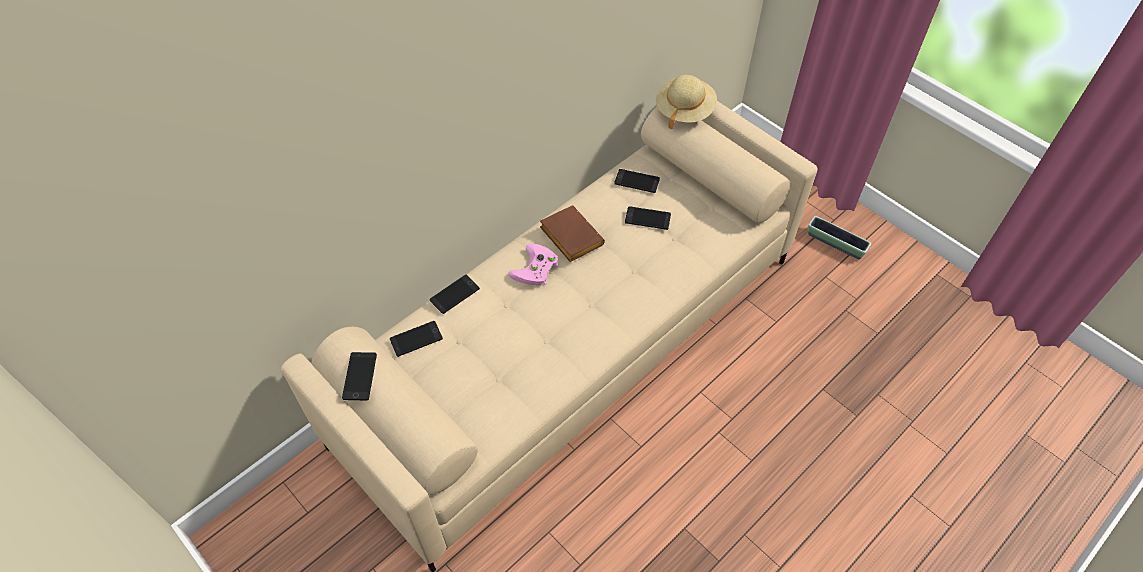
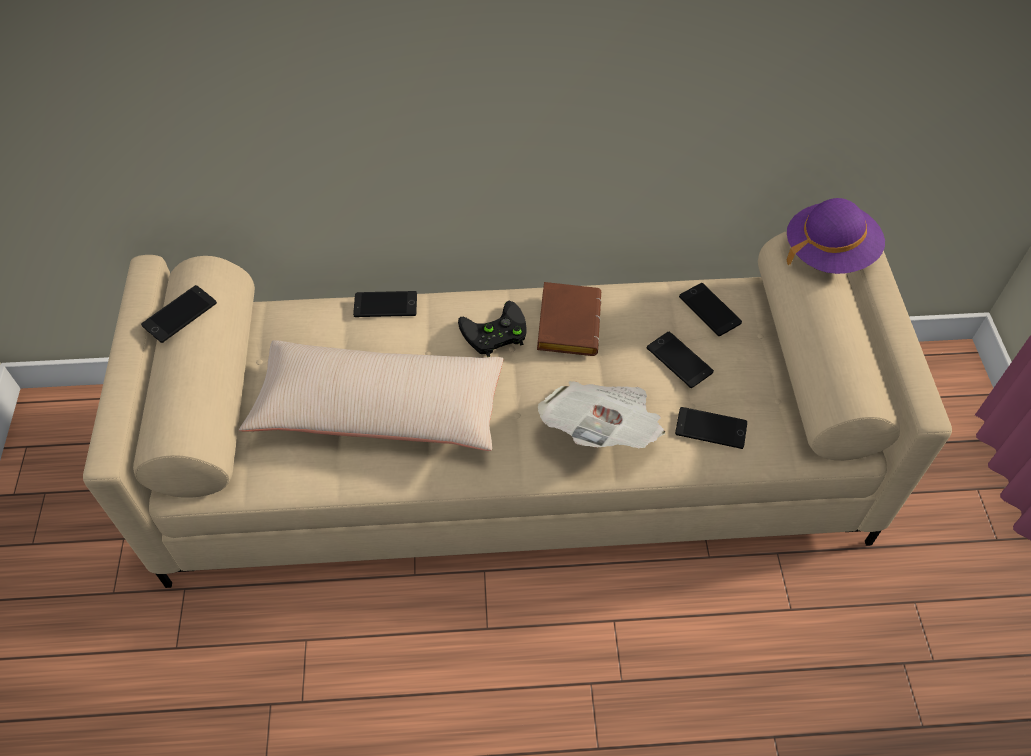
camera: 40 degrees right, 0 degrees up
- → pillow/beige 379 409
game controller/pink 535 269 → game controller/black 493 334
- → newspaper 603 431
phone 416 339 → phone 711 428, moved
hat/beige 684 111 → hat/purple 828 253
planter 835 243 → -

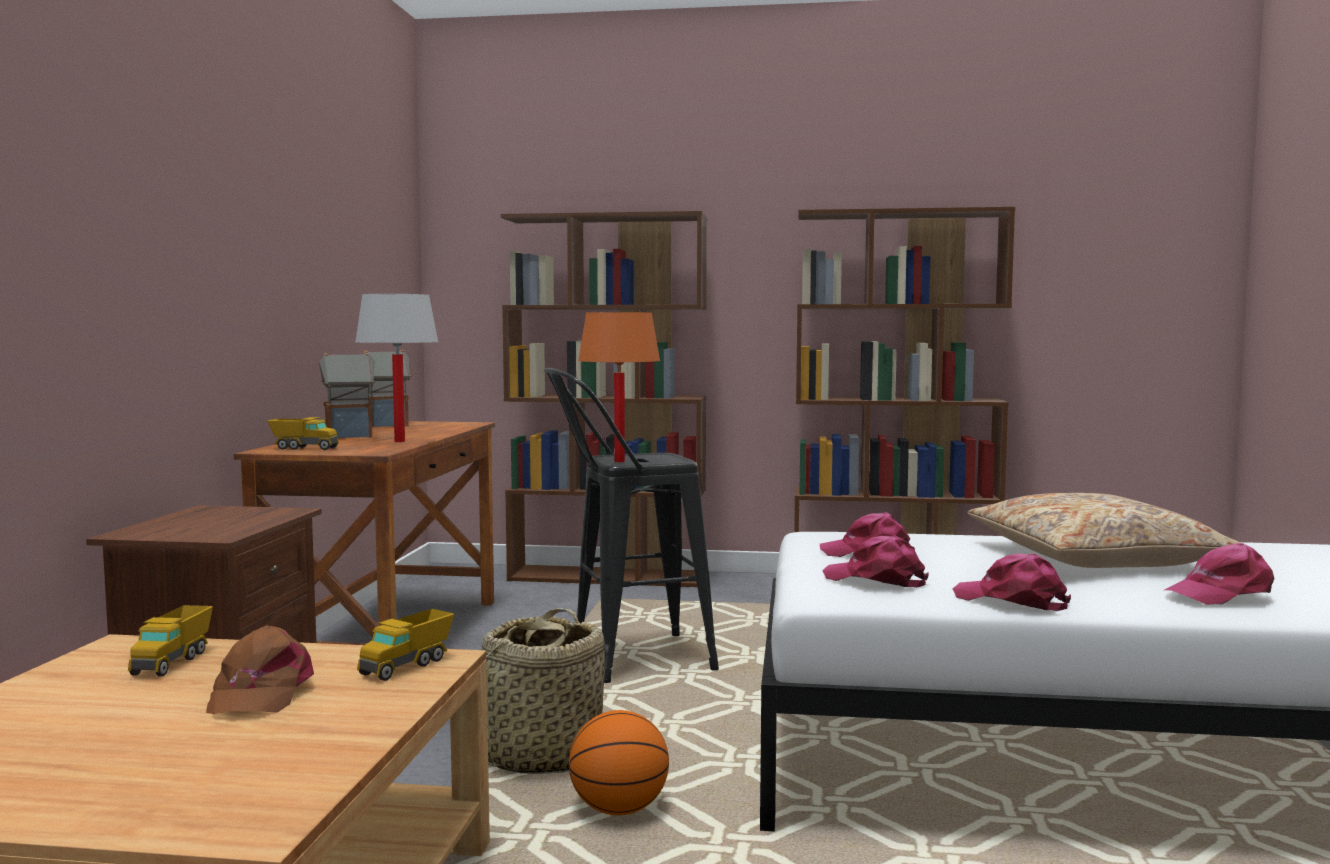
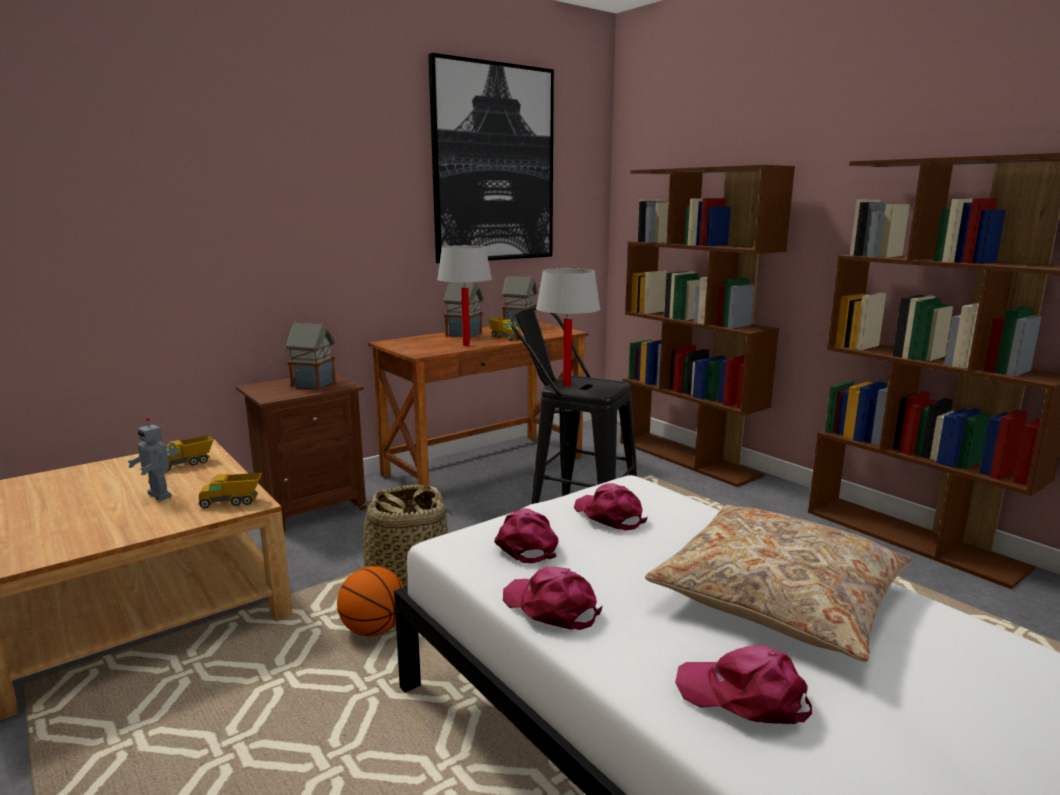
camera: 45 degrees right, 10 degrees up
cap/brown 260 693 → toy robot 161 495
- → toy house 314 384
- → picture 494 164
toy truck 303 448 → toy truck 504 337, moved
cap/pink 1012 601 → cap/pink 551 607, 45 degrees counterclockwise
table lamp/orange 619 461 → table lamp/white 566 385

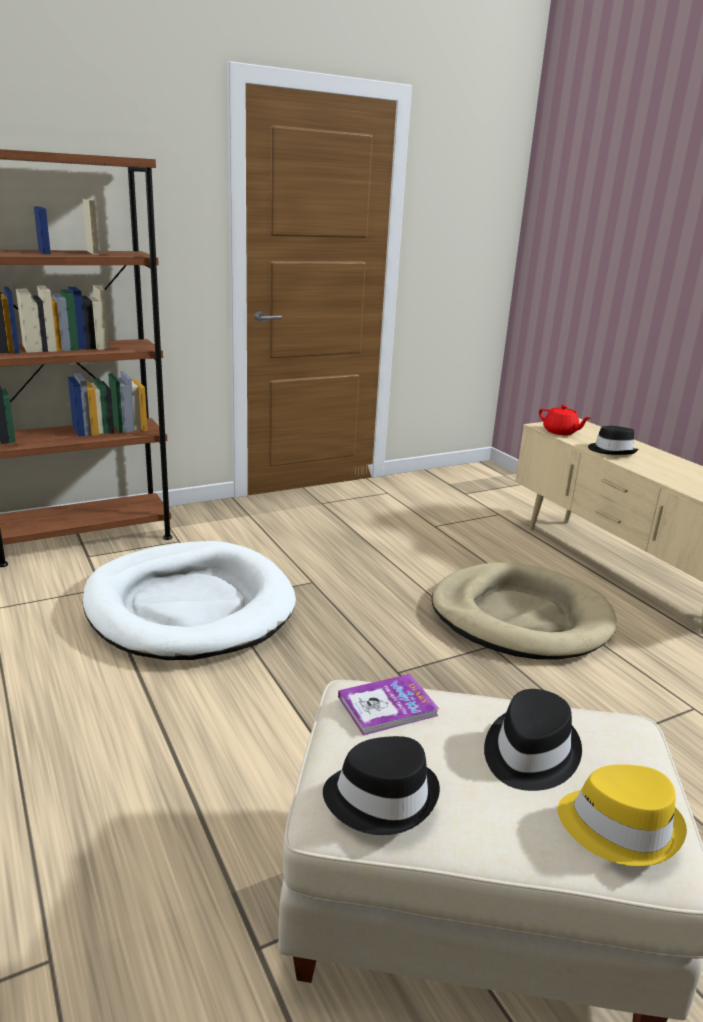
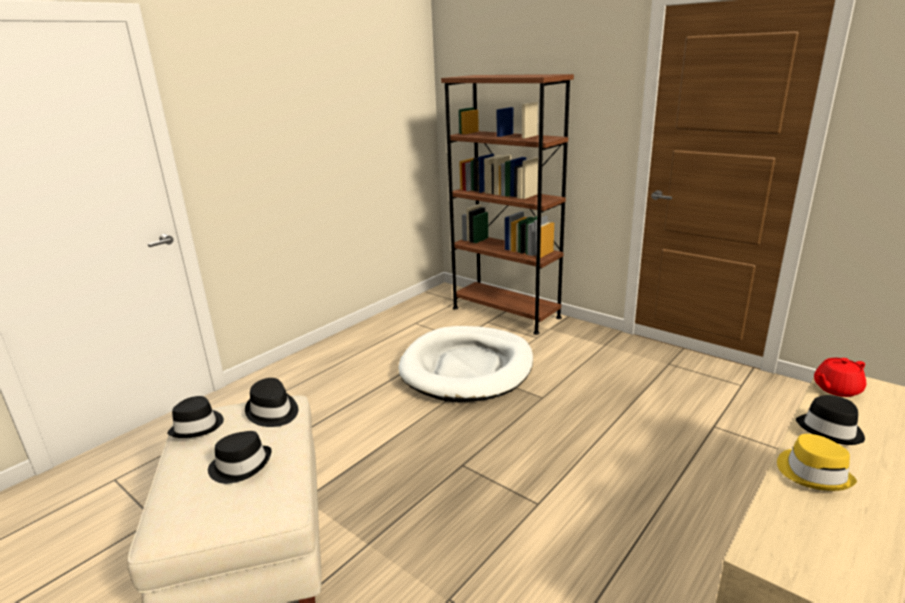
camera: 70 degrees right, 0 degrees up
book 387 706 → hat/black 272 411
hat/yellow 619 826 → hat/yellow 813 473, moved
teapot/red 560 432 → teapot/red 836 389, 45 degrees clockwise
dog bed/beige 520 617 → -

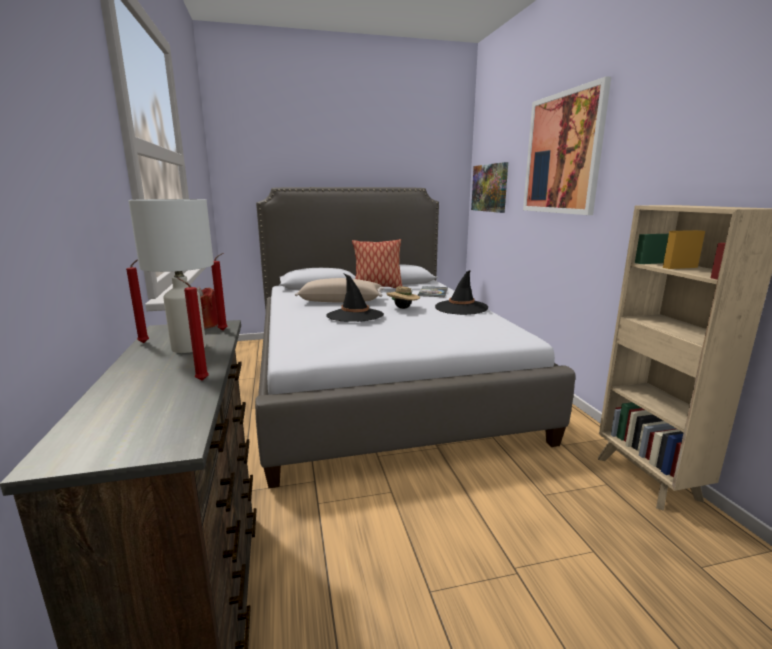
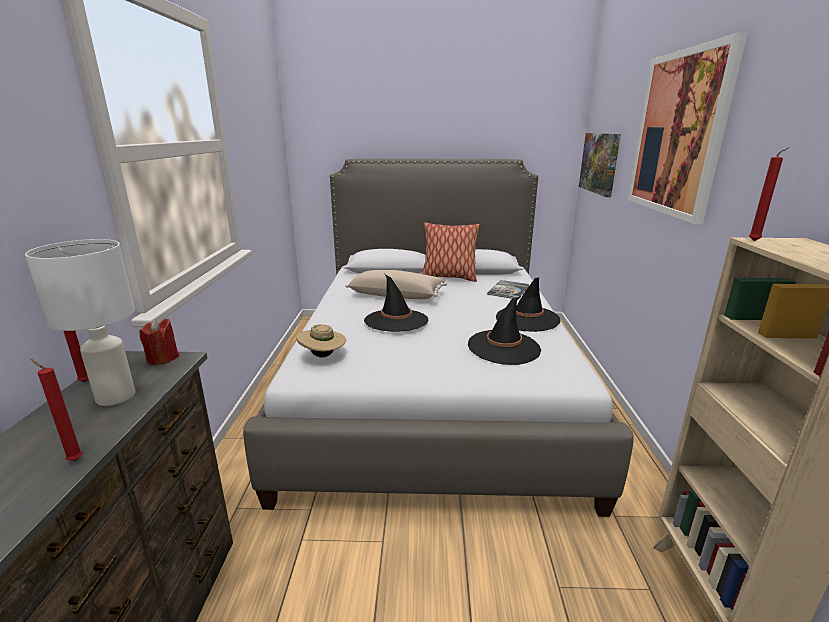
camera: 15 degrees right, 5 degrees up
hat/beige 403 308 → hat/beige 323 356, moved
- → hat/black 503 347
candle/red 224 330 → candle/red 755 241, moved

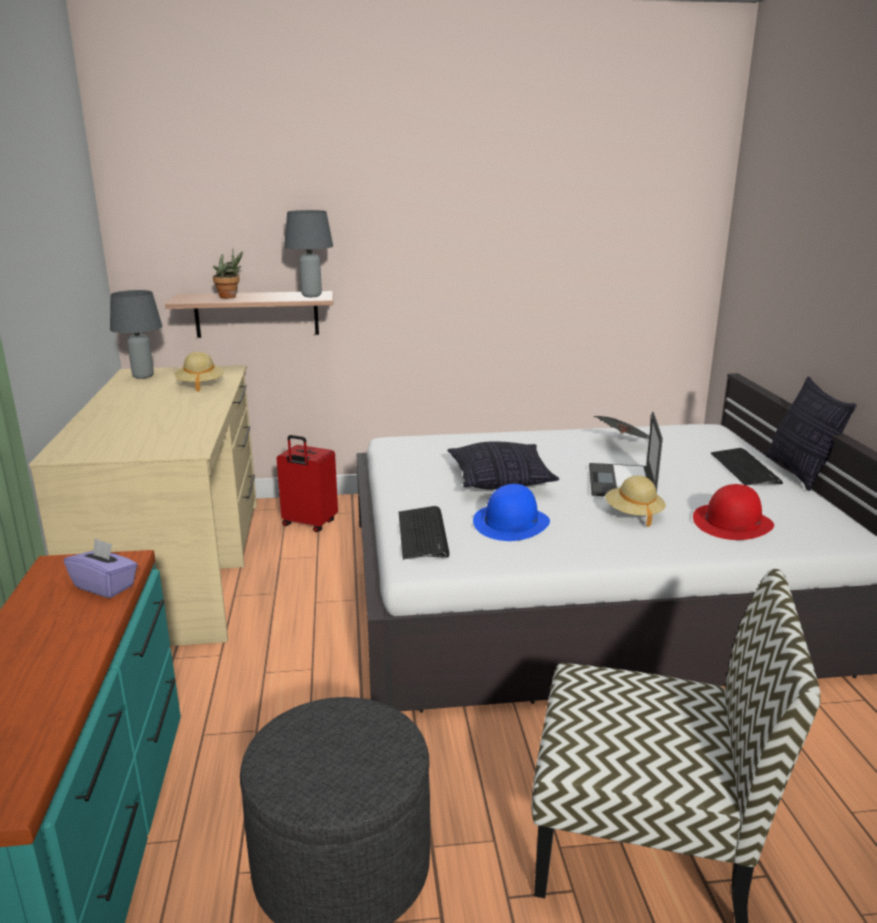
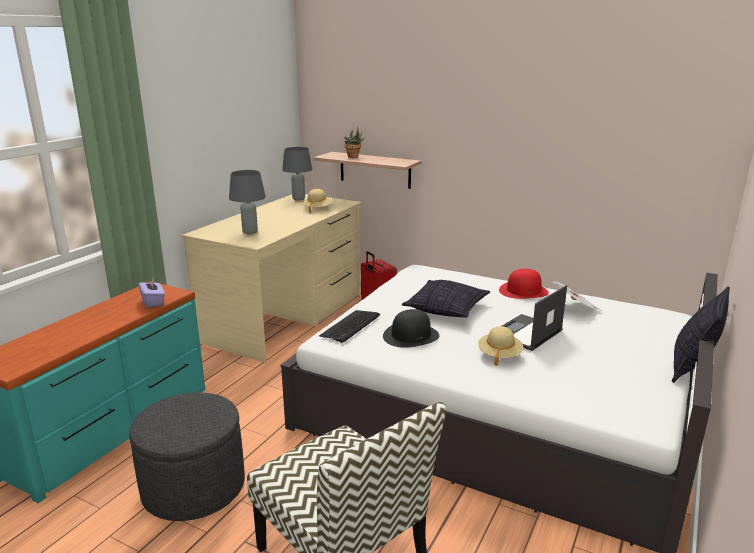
camera: 35 degrees right, 0 degrees up
table lamp/grey 311 296 → table lamp/grey 250 232, moved
hat/blue 511 522 → hat/black 411 335
hat/red 732 522 → hat/red 523 291, moved
keyboard 745 468 → -

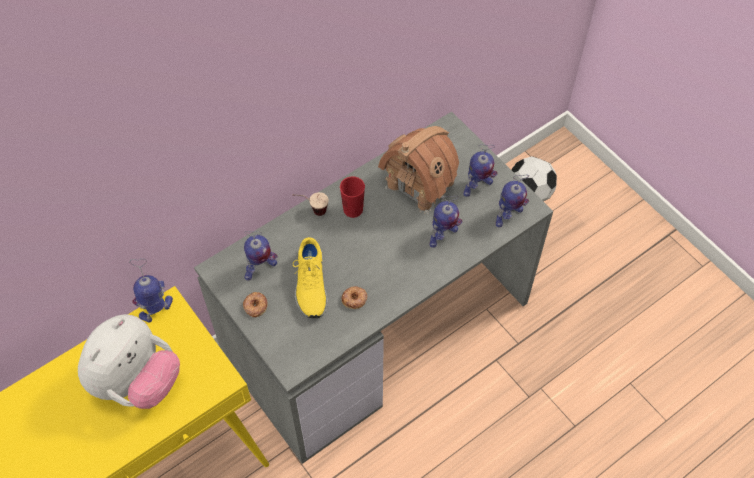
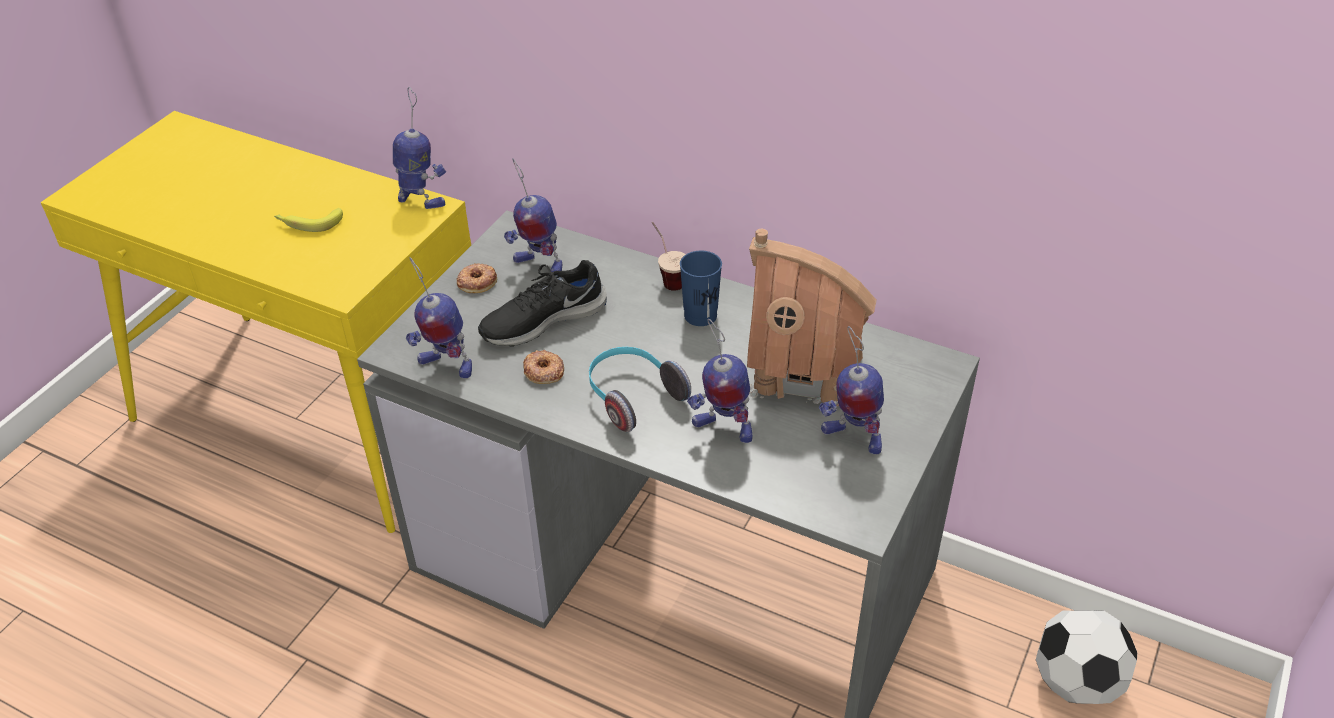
camera: 65 degrees right, 15 degrees down
plush toy 137 381 → banana 309 223
toy robot 508 216 → toy robot 445 365, moved
shoe/yellow 310 284 → shoe/black 542 319
- → headphones 632 396
cup/red 353 209 → cup/blue 700 315

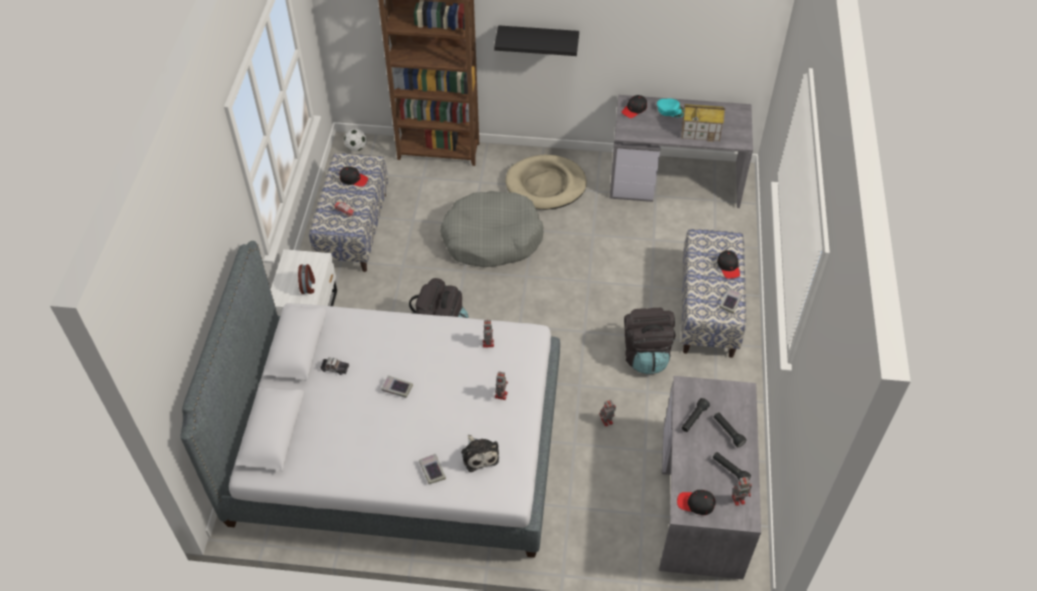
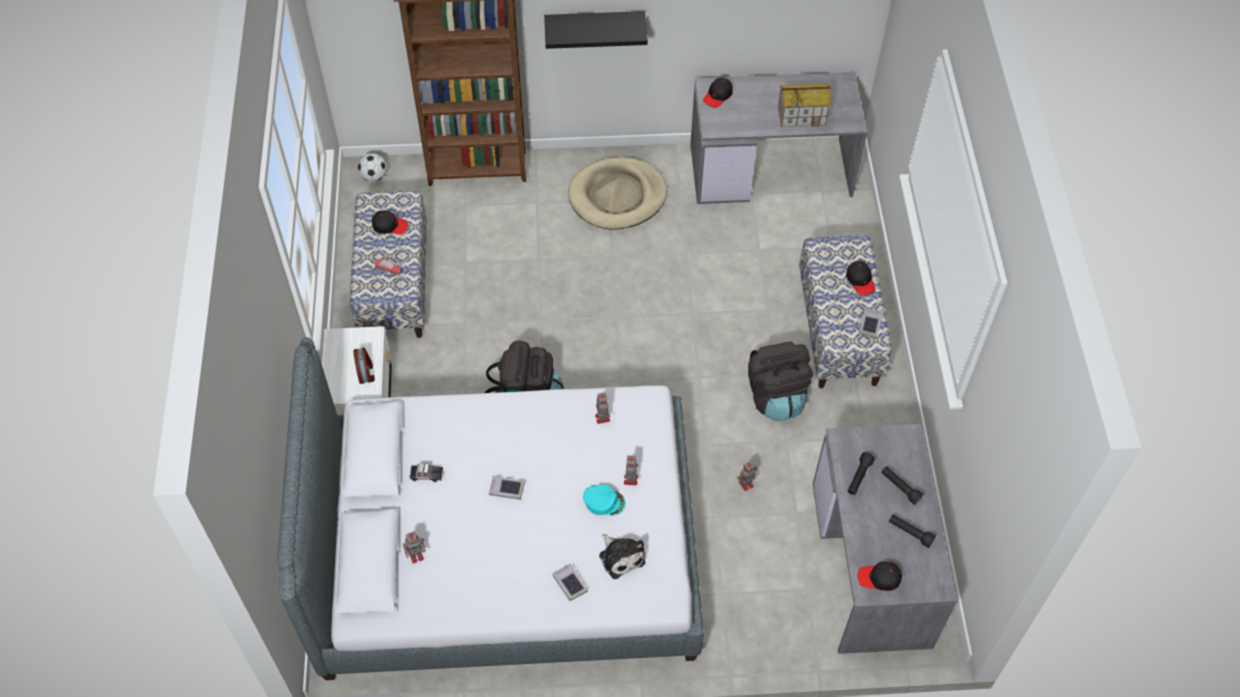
camera: 10 degrees left, 5 degrees up
toy robot 739 499 → toy robot 417 555, moved
cap/turquoise 670 110 → cap/turquoise 604 502, moved
dog bed/grey 491 238 → -

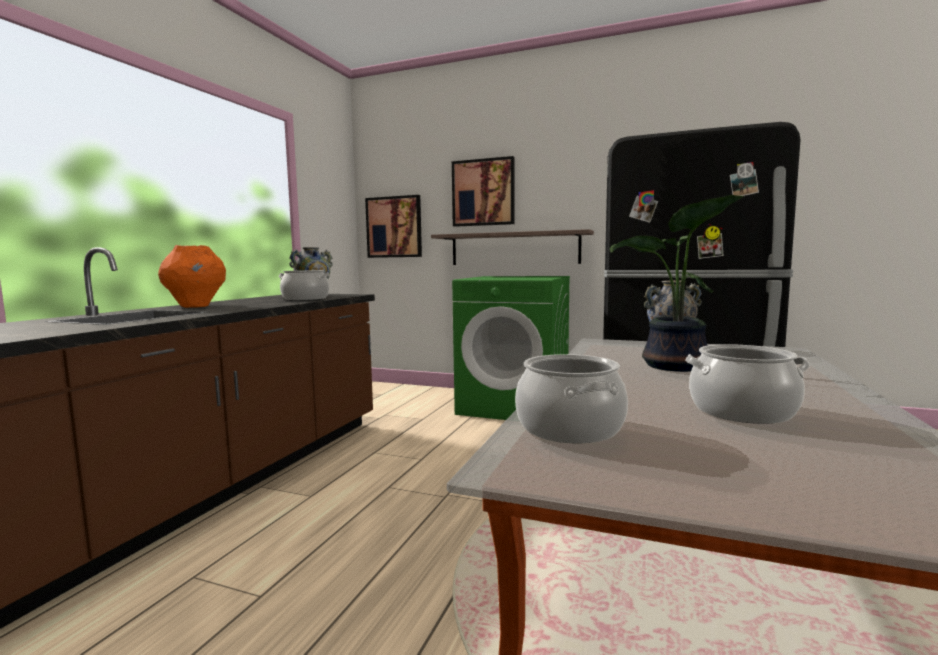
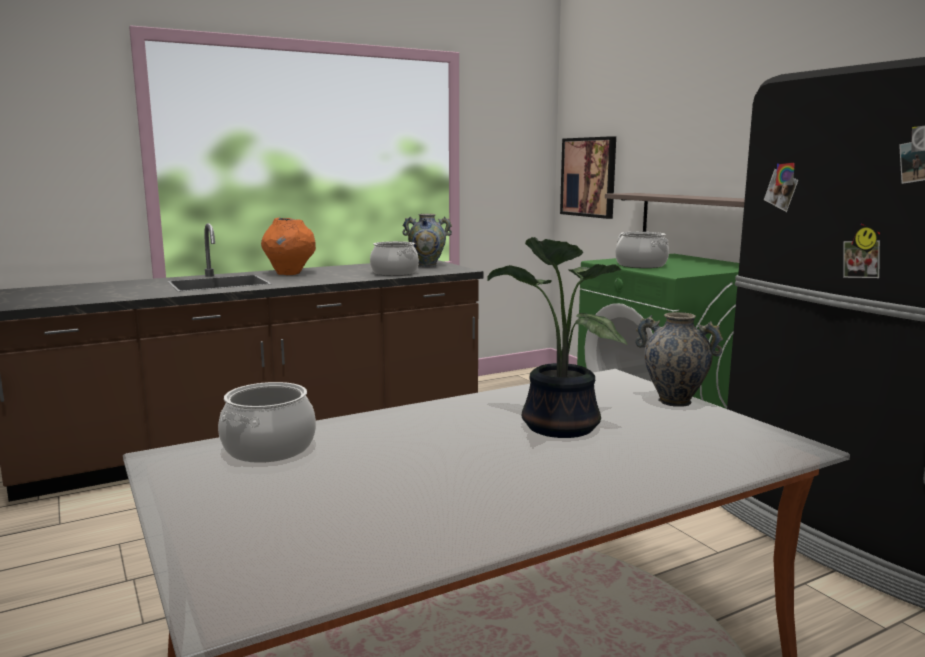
camera: 40 degrees right, 5 degrees up
cooking pot 742 411 → cooking pot 641 265, moved
picture 483 192 → -

